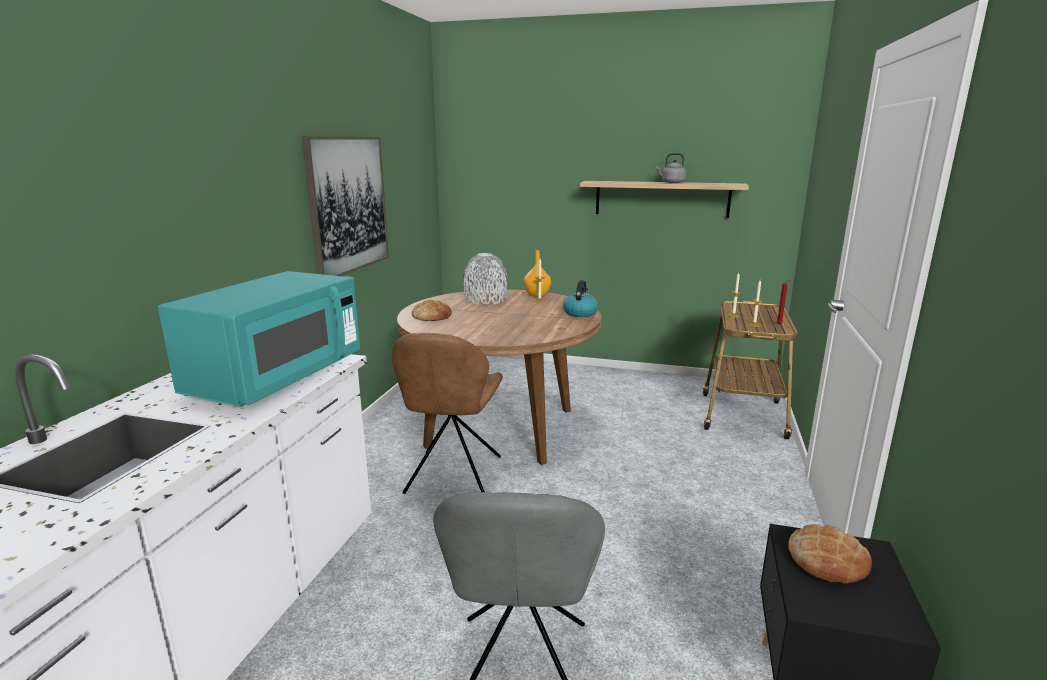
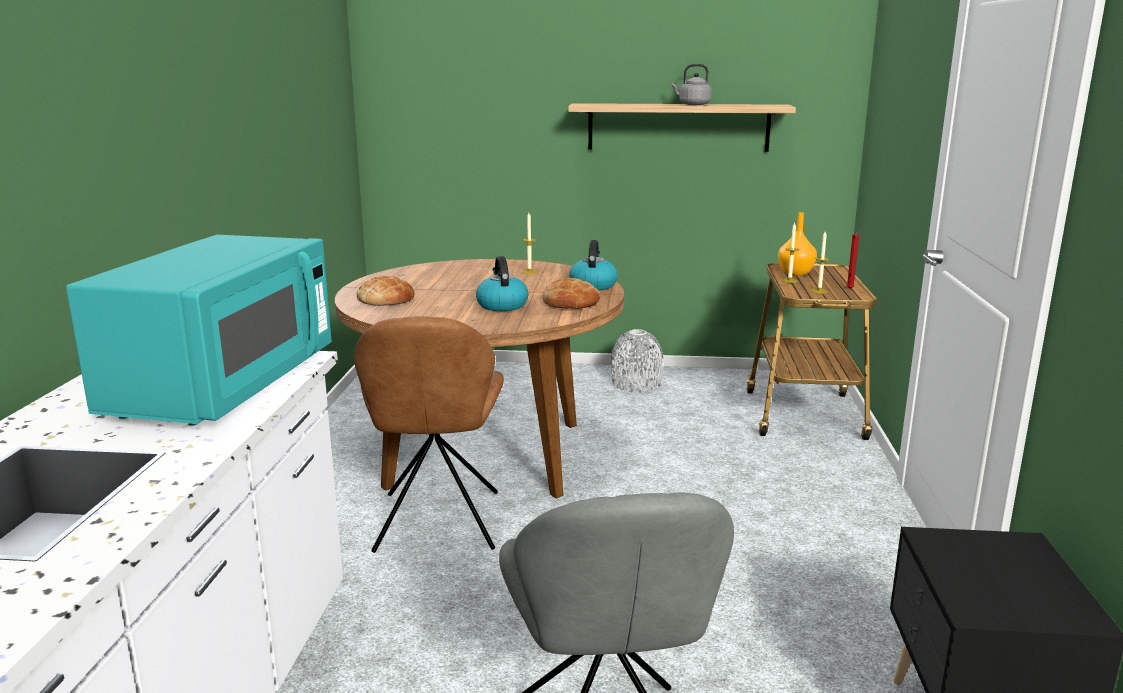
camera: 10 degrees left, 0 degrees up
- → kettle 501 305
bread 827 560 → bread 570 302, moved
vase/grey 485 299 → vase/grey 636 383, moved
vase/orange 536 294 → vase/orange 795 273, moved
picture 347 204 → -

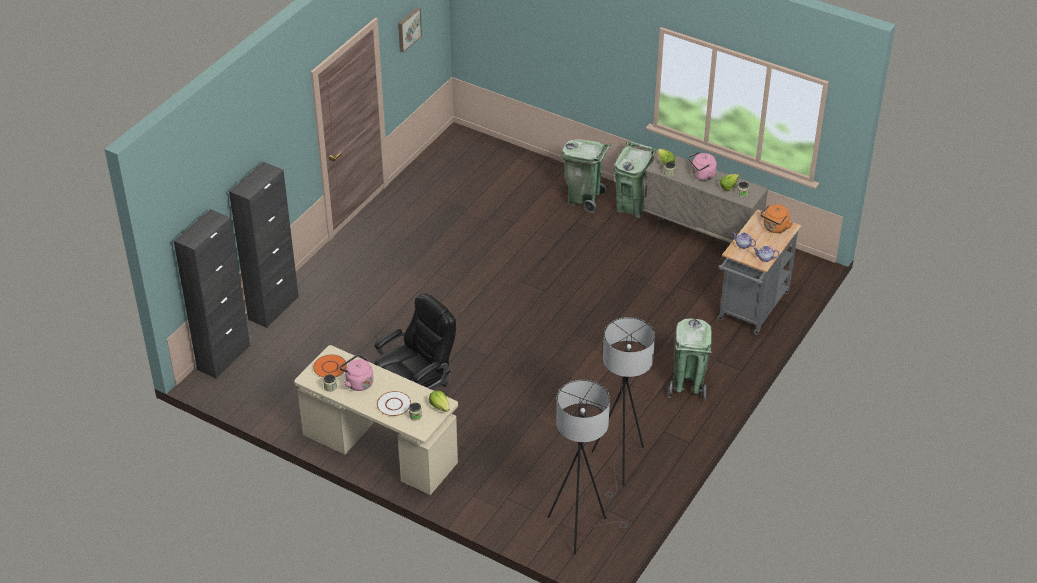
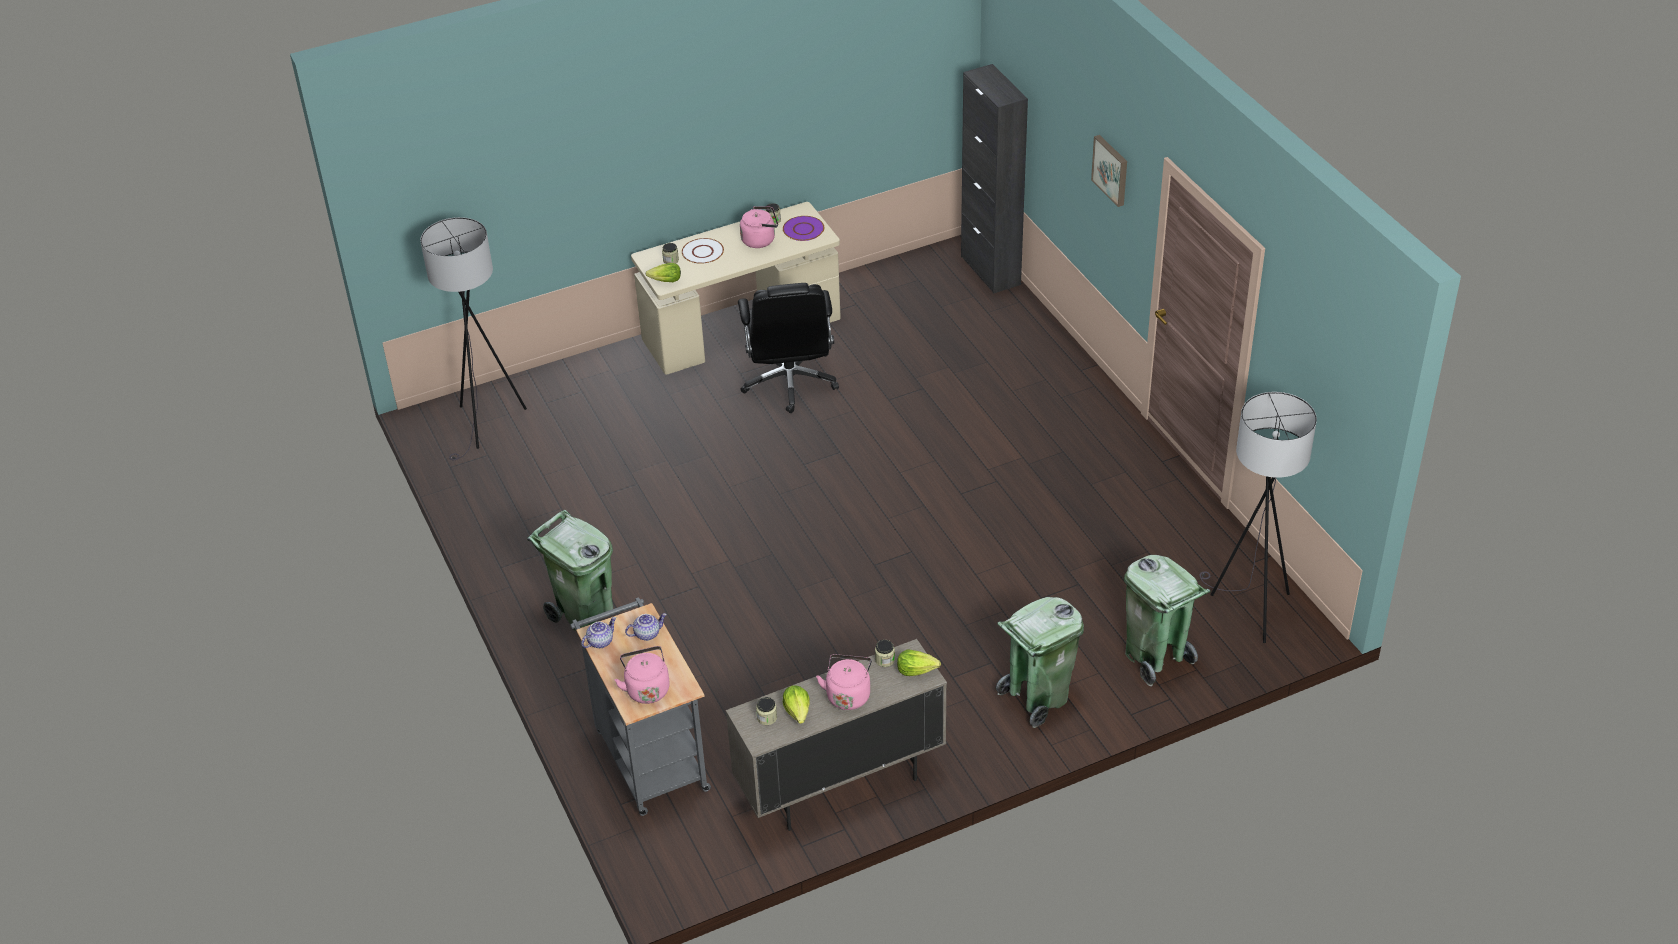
camera: 125 degrees right, 0 degrees up
kettle/orange 774 228 → kettle/pink 646 688
plate/orange 330 367 → plate/purple 803 229
picture 408 29 → picture 1111 170, moved
trash can/green 632 207 → trash can/green 1155 657, moved
floor lamp/grey 620 465 → floor lamp/grey 1247 608, moved
cabinet/black 273 308 → -

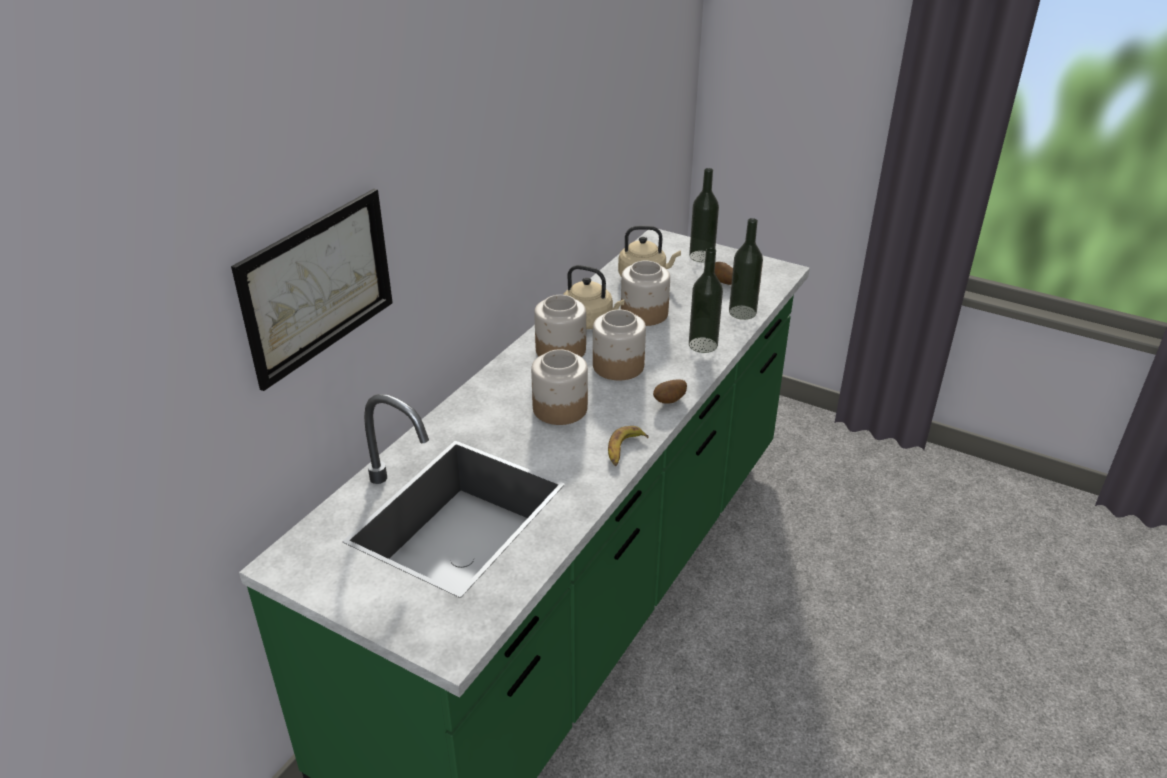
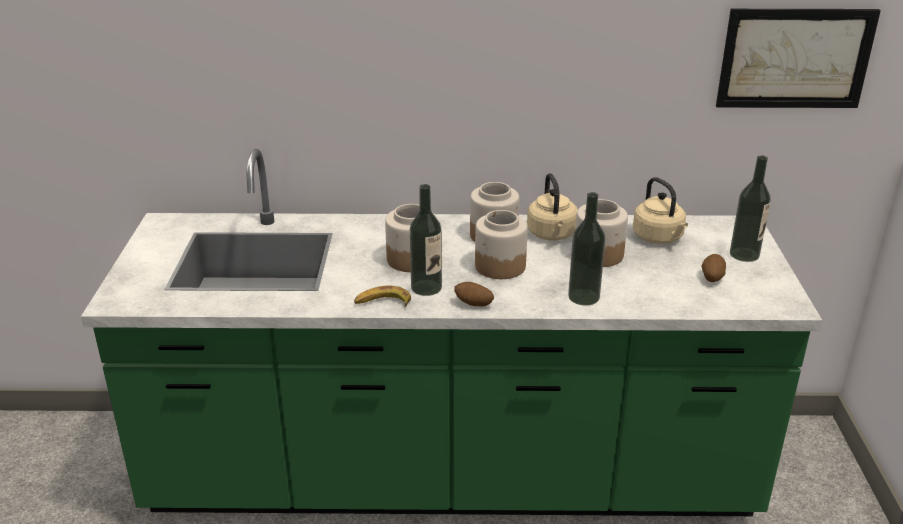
camera: 60 degrees right, 5 degrees down
bottle 742 312 → bottle 426 287, moved
picture 318 286 → picture 795 58, moved

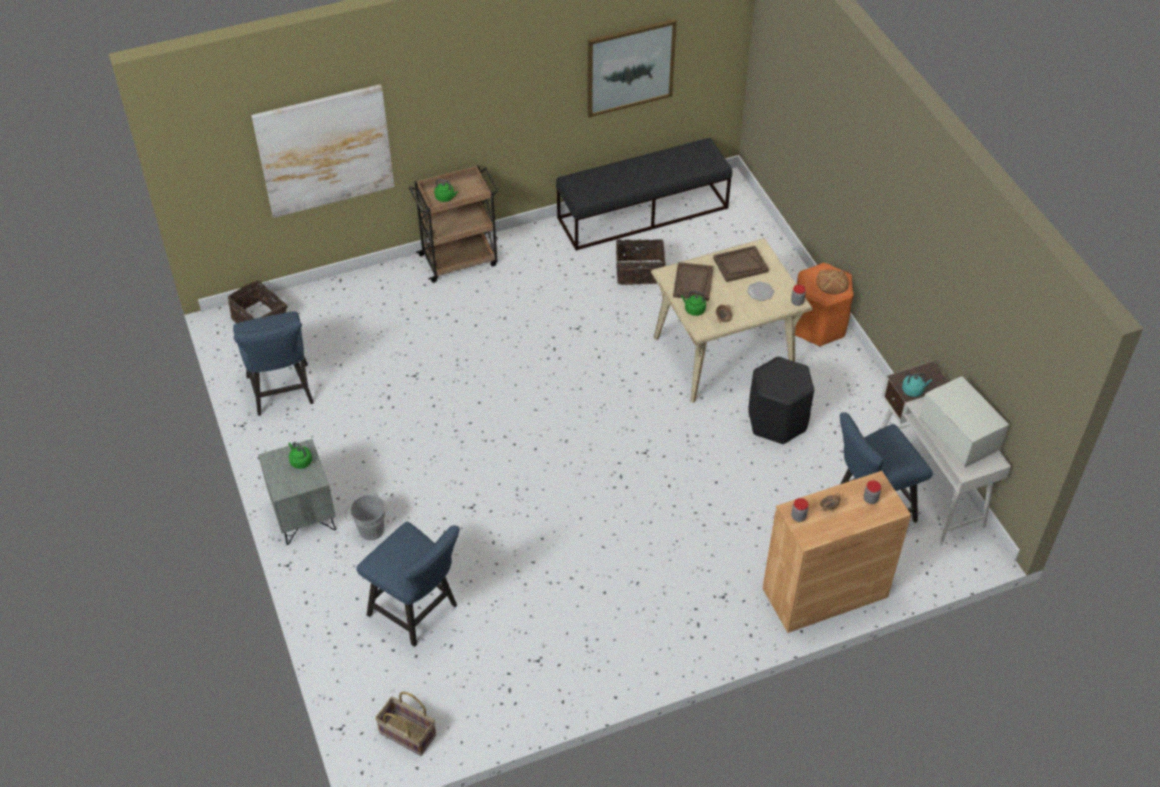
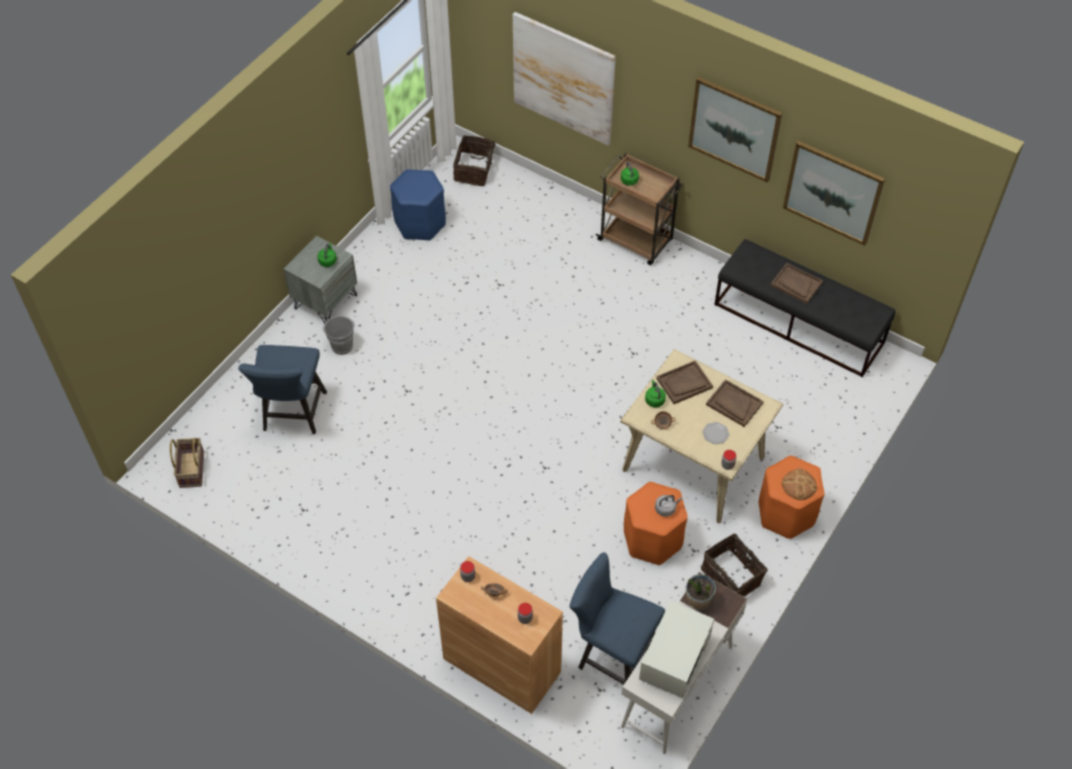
camera: 55 degrees right, 5 degrees up
chair/blue 282 394 → stool/blue 420 223
stool/black 777 421 → stool/orange 652 539
- → kettle/grey 666 509
kettle/turquoise 913 390 → potted plant 698 600
- → picture 734 129
basket 639 271 → basket 732 575, moved
- → tray/brown 796 284

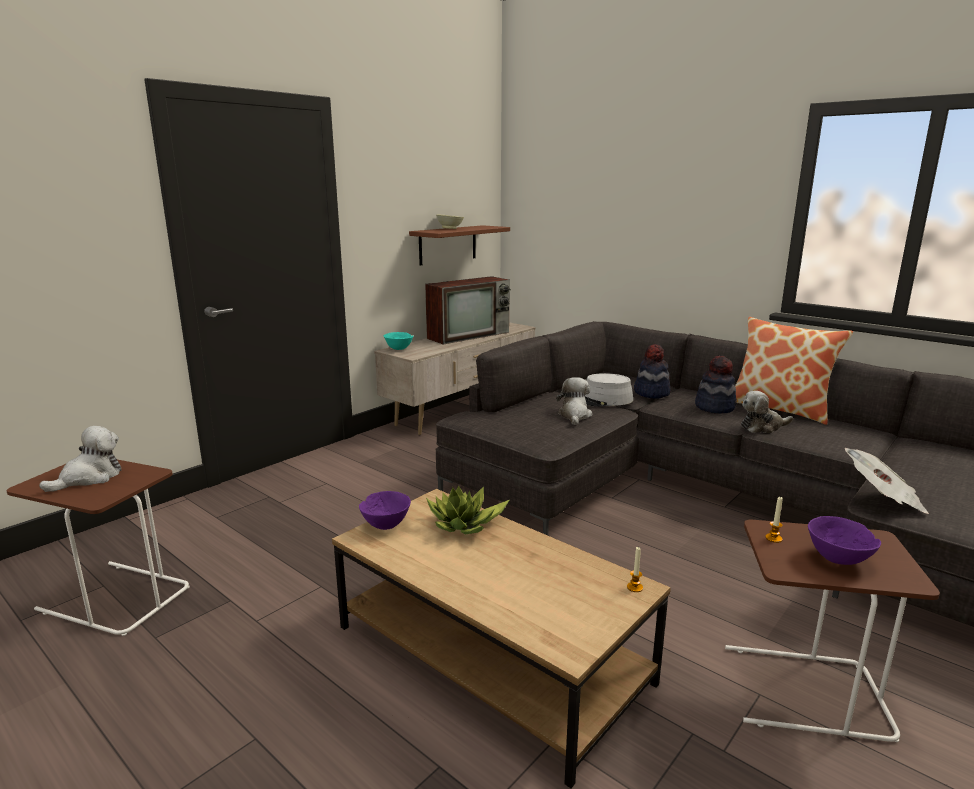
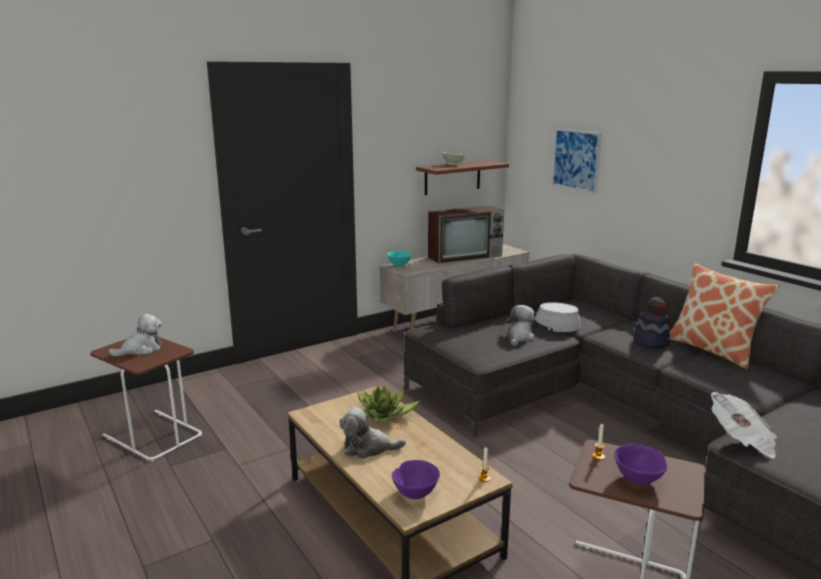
camera: 15 degrees right, 0 degrees up
plush toy 762 427 → plush toy 368 448, moved
bowl/purple 385 525 → bowl/purple 415 493, moved
- → picture 575 160
hat 651 393 → -

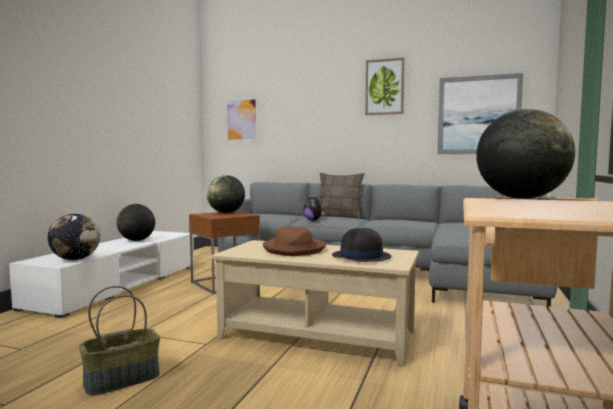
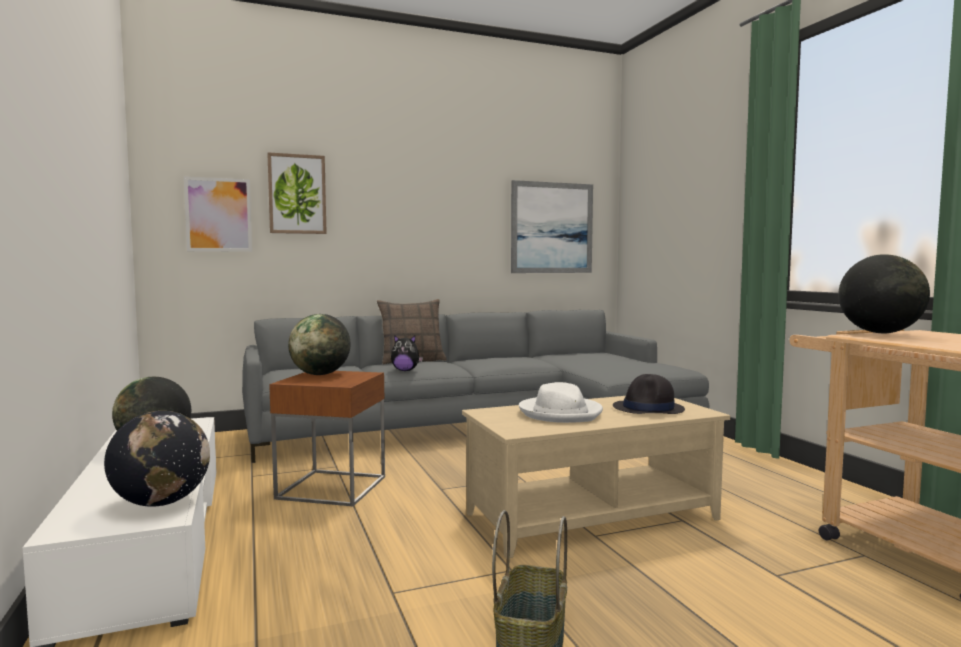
camera: 40 degrees left, 0 degrees up
picture 384 87 → picture 297 194, moved
hat/brown 294 249 → hat/white 561 413

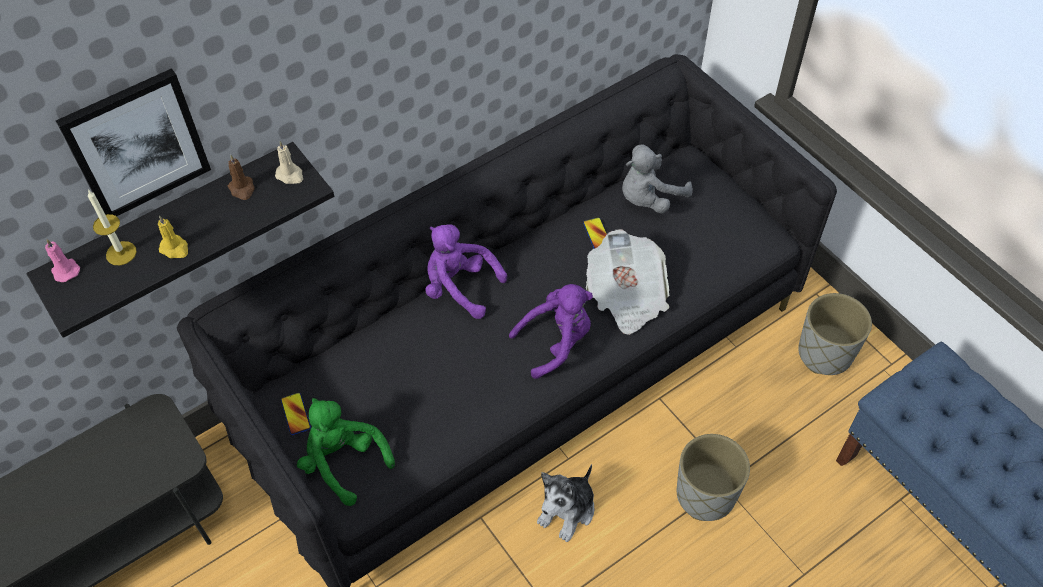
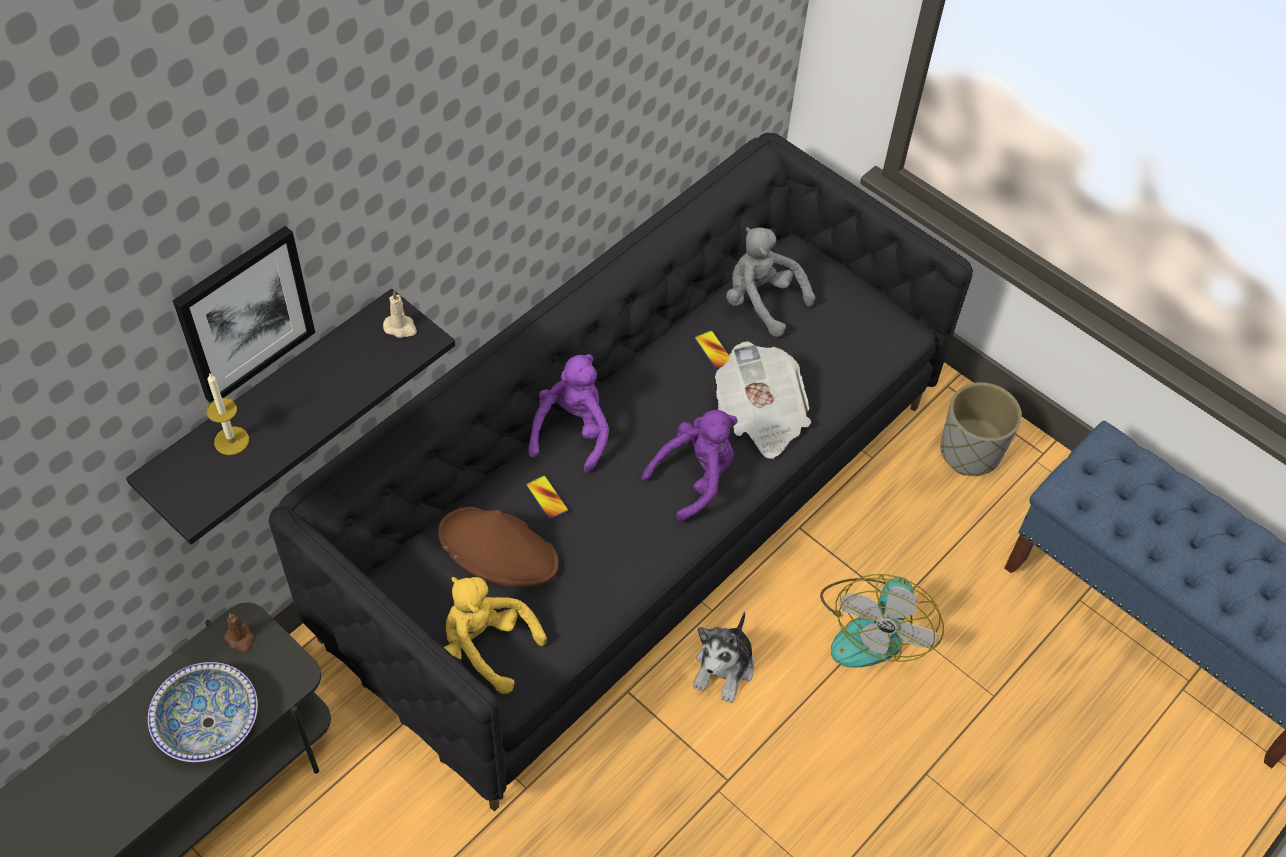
camera: 15 degrees left, 0 degrees up
- → bowl 208 722
candle/brown 242 189 → candle/brown 240 639, moved
- → hat/brown 499 549
plush toy/green 343 462 → plush toy/yellow 485 647
phone 296 414 → phone 547 498, moved
plush toy/purple 459 287 → plush toy/purple 571 431, 90 degrees clockwise
plush toy/grey 649 198 → plush toy/grey 761 301, 90 degrees clockwise
planter/grey 706 495 → fan 872 627
candle/pink 65 270 → -
candle/yellow 175 248 → -

